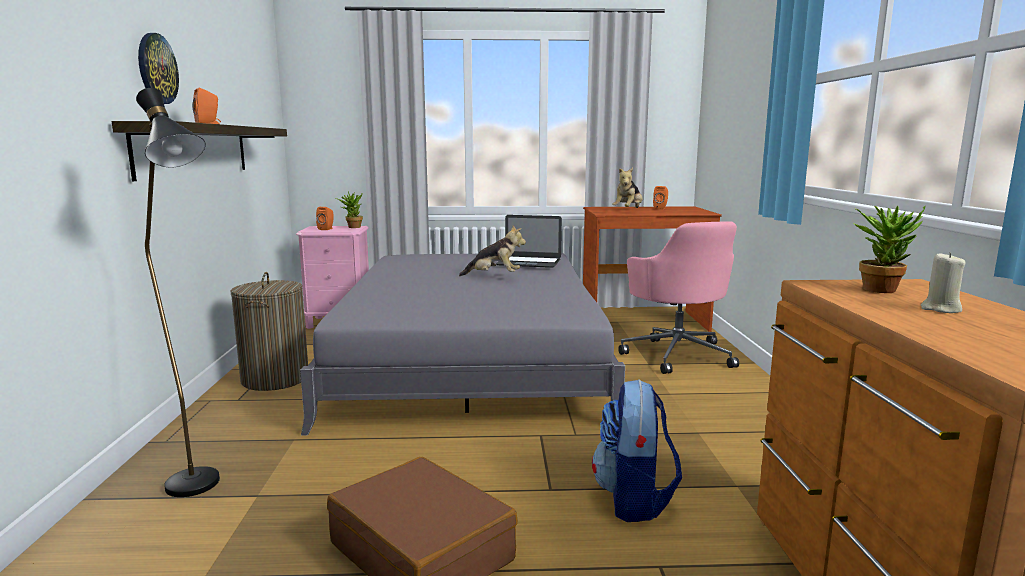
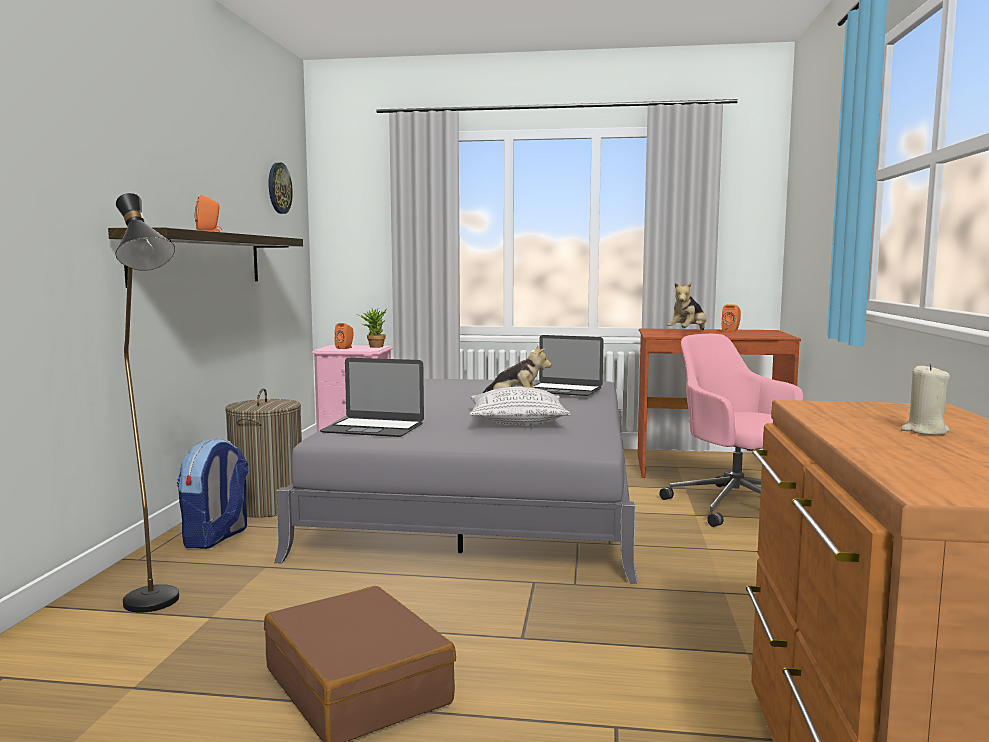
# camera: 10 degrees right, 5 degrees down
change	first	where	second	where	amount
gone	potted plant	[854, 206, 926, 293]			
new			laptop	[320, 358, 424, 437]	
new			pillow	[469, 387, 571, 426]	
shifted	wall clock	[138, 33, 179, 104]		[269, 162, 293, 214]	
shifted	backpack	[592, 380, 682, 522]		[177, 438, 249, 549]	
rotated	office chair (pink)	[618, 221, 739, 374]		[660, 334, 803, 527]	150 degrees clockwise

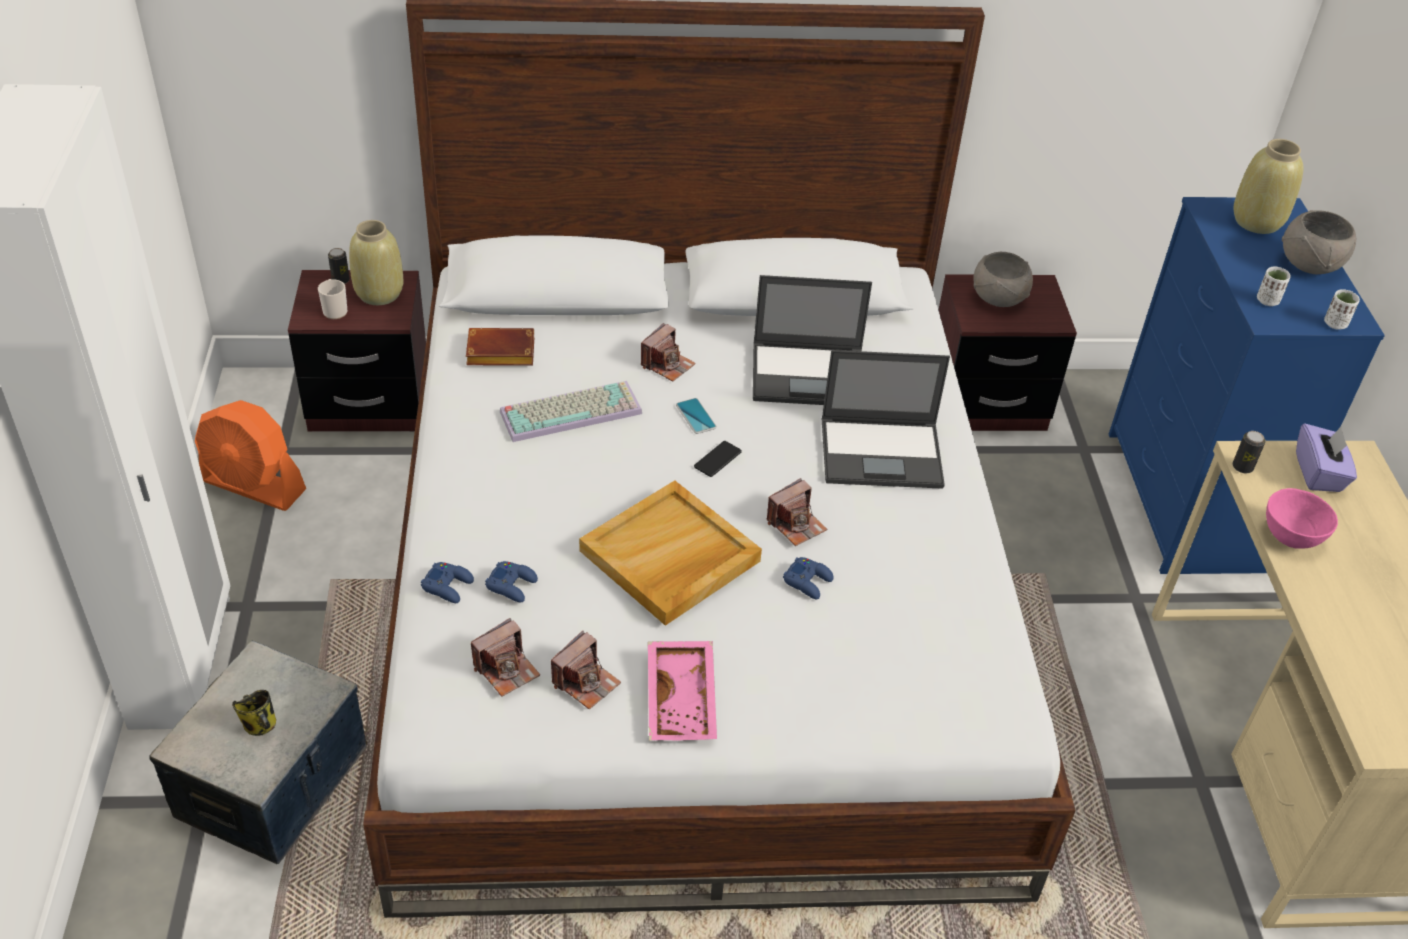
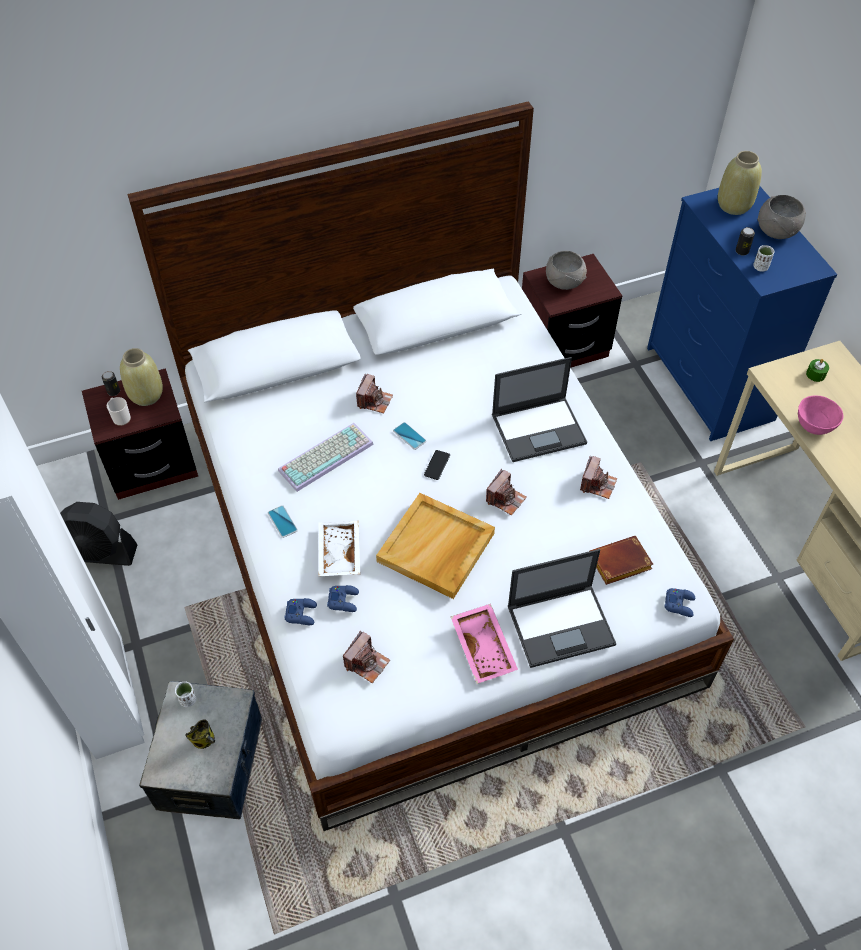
# camera: 15 degrees left, 10 degrees up
change	first	where	second	where	amount
new			phone	[268, 505, 298, 538]	
new			tray (white)	[318, 521, 360, 576]	
shifted	book (brown)	[466, 328, 534, 366]		[590, 536, 653, 585]	
shifted	photo camera	[551, 631, 621, 709]		[580, 456, 617, 499]	
shifted	laptop	[753, 275, 872, 405]		[508, 549, 616, 668]	
shifted	game controller (blue)	[783, 557, 834, 599]		[664, 588, 695, 617]	
shifted	can	[1232, 431, 1266, 473]		[736, 227, 755, 255]	
shifted	cup (white)	[1324, 289, 1360, 330]		[175, 682, 196, 707]	
swapped	tissue box (purple)	[1296, 423, 1357, 492]	candle (green)	[806, 359, 829, 382]	
repainted	fan (orange)	[195, 400, 306, 511]	fan (black)	[60, 502, 138, 566]	

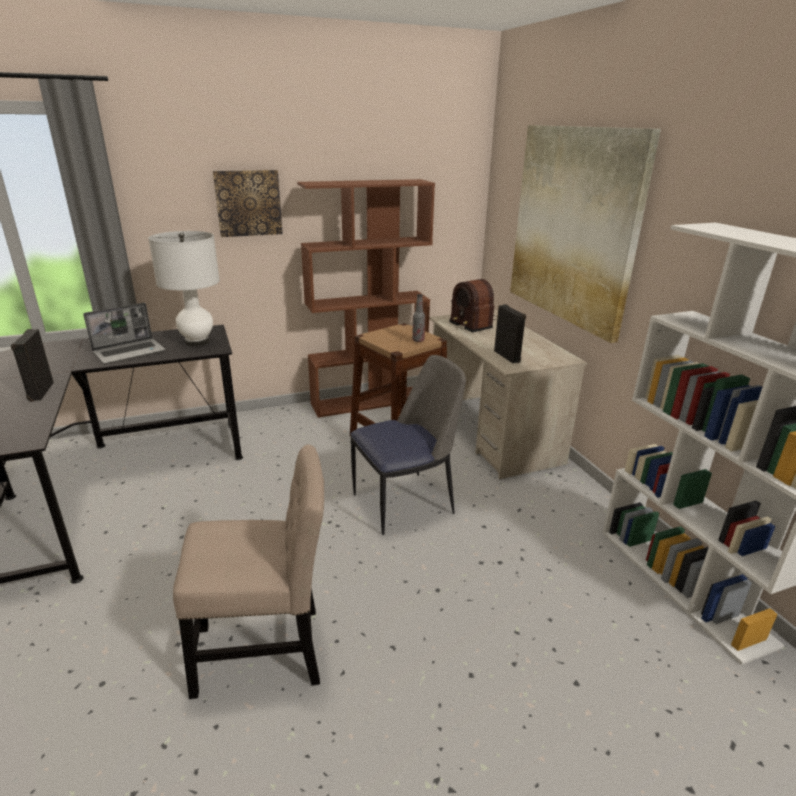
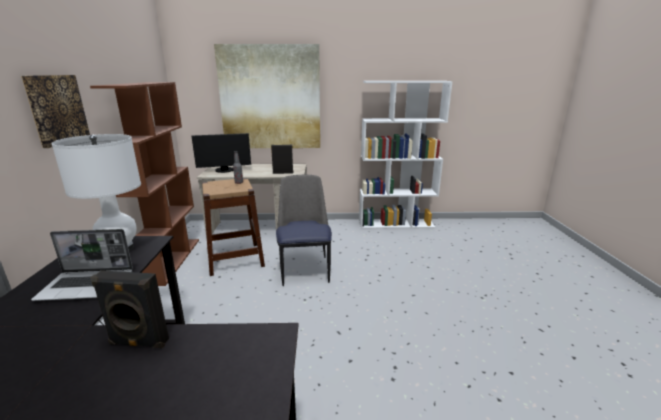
# camera: 70 degrees left, 5 degrees down
change	first	where	second	where	amount
gone	chair (beige)	[173, 444, 324, 699]			
swapped	radio	[449, 279, 498, 332]	monitor	[192, 133, 251, 173]	
rotated	laptop	[83, 303, 166, 364]		[31, 229, 133, 301]	105 degrees clockwise

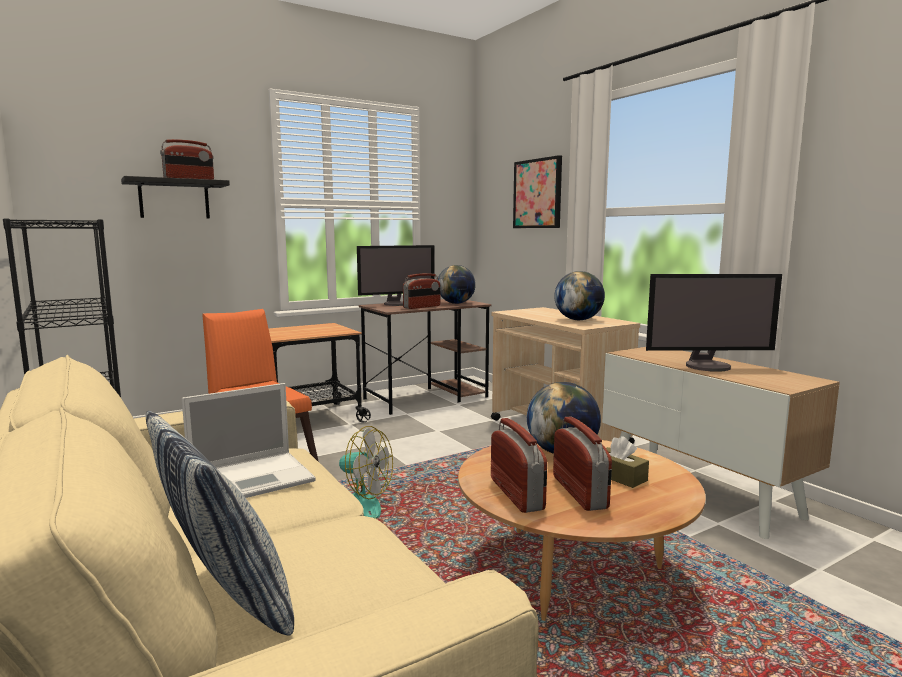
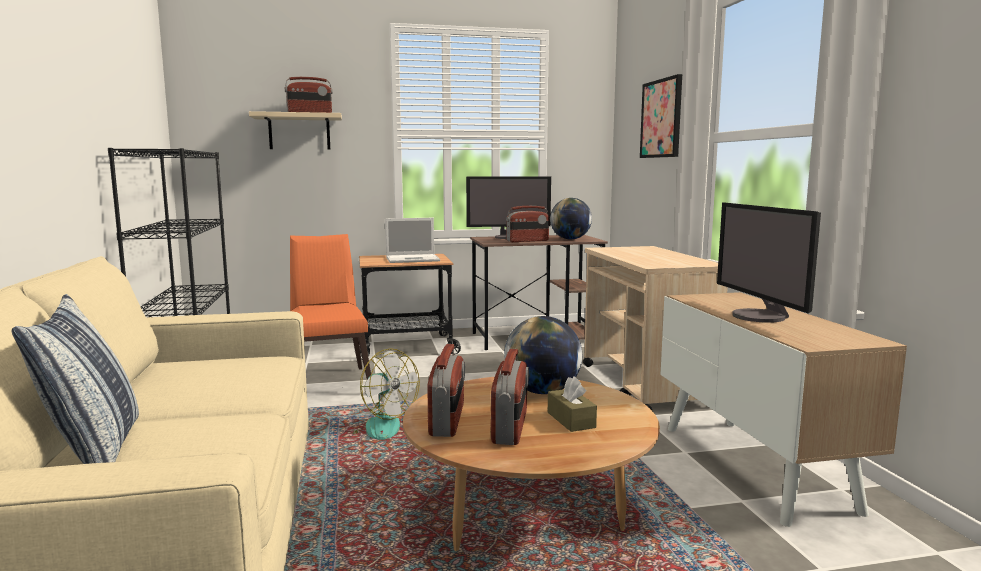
# camera: 20 degrees right, 0 degrees up
change	first	where	second	where	amount
gone	globe	[554, 271, 605, 320]			
shifted	laptop	[182, 383, 316, 498]		[385, 218, 440, 263]	
repainted	shelf (black)	[121, 176, 230, 218]	shelf (beige)	[249, 111, 342, 149]	
rotated	monitor	[646, 274, 782, 372]		[717, 202, 821, 323]	60 degrees clockwise

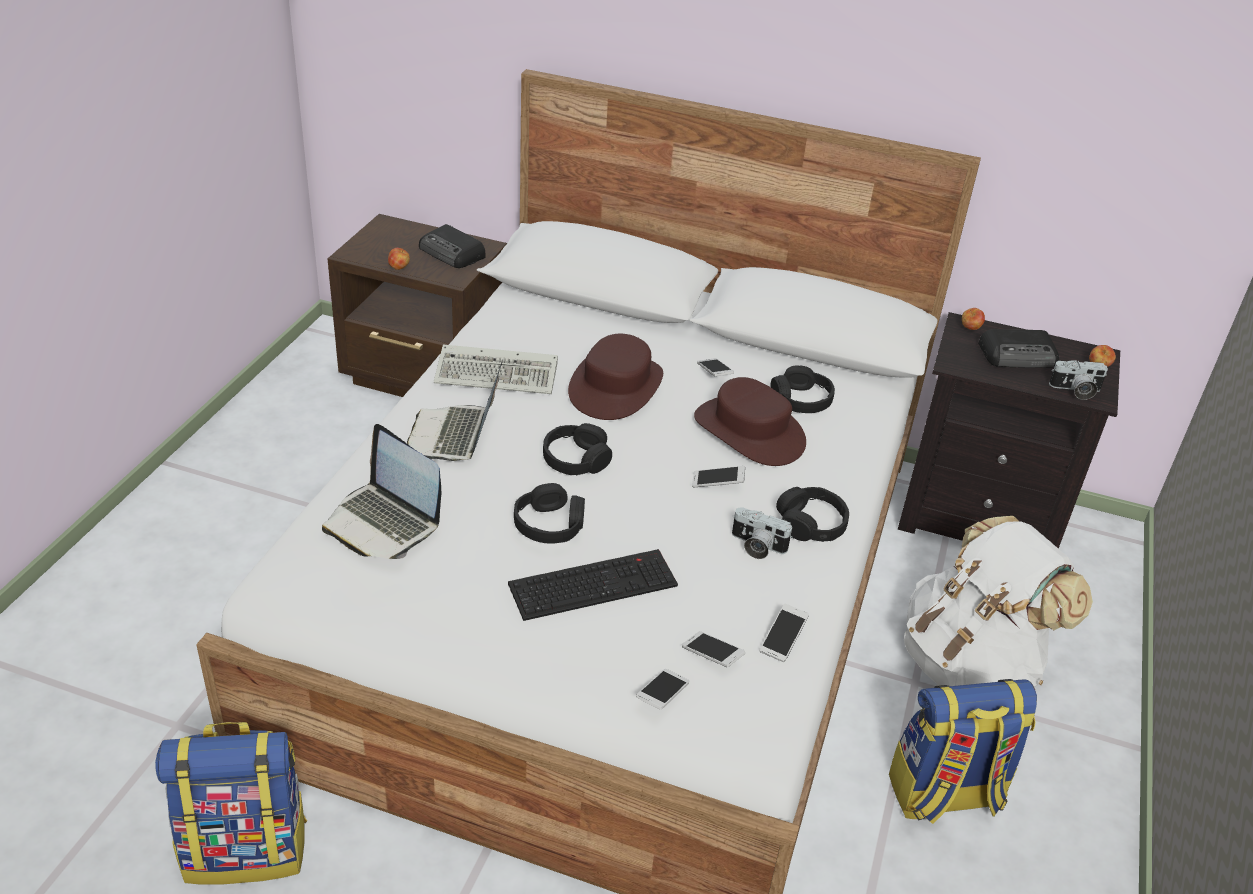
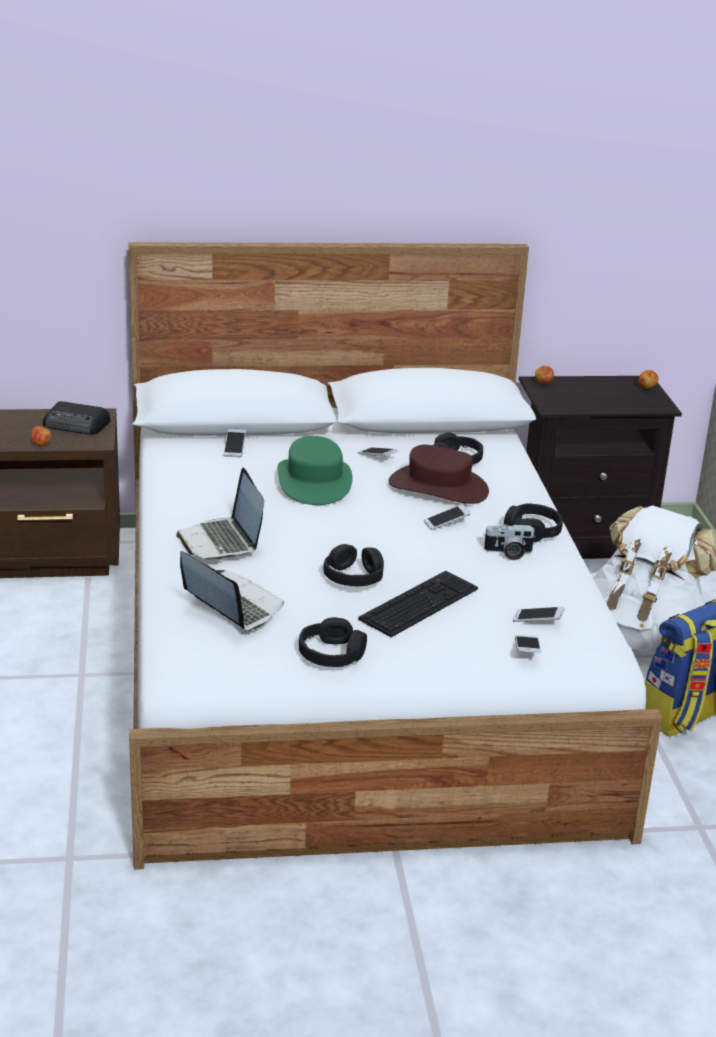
# camera: 25 degrees left, 10 degrees down
change	first	where	second	where	amount
gone	backpack	[155, 722, 307, 885]			
gone	keyboard	[434, 345, 558, 394]			
gone	radio	[978, 329, 1059, 368]			
gone	photo camera	[1049, 360, 1108, 400]			
shifted	headphones (black)	[543, 423, 612, 475]		[299, 617, 367, 667]	
shifted	phone	[760, 603, 809, 662]		[223, 429, 246, 457]	
repainted	hat (brown)	[568, 334, 663, 420]	hat (green)	[278, 436, 352, 505]	
rotated	laptop	[322, 424, 441, 559]		[180, 551, 284, 631]	150 degrees counterclockwise

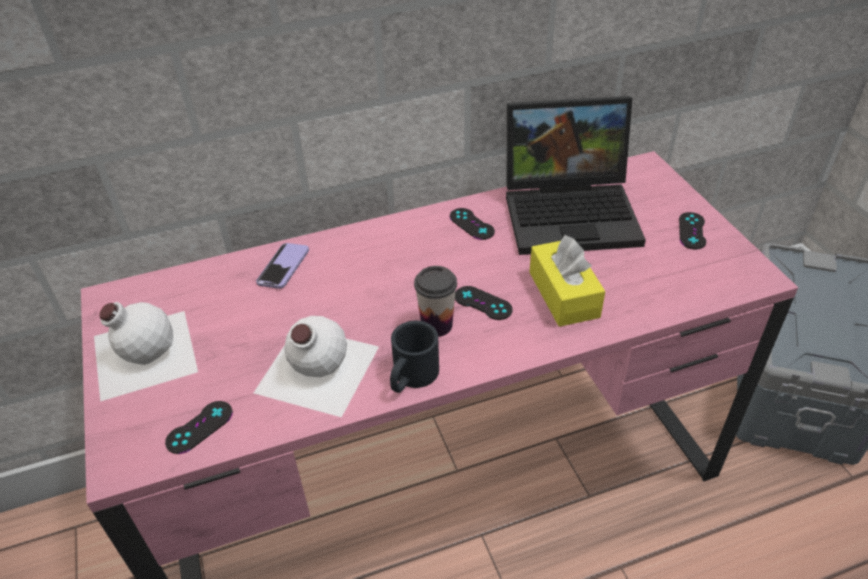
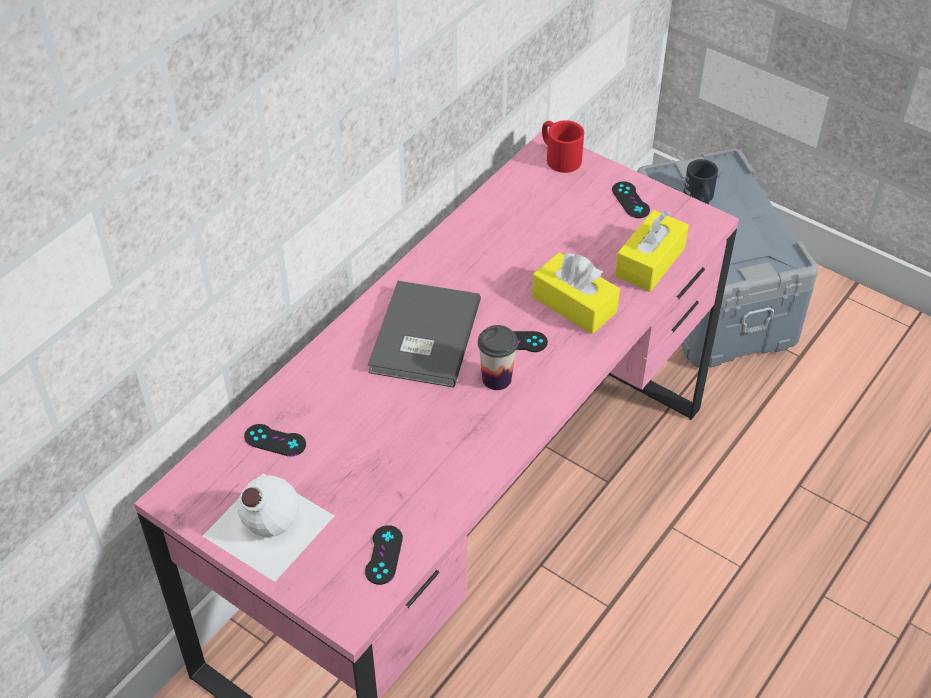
# camera: 35 degrees left, 5 degrees up
change	first	where	second	where	amount
gone	bottle (white)	[254, 316, 379, 417]			
gone	phone	[256, 243, 309, 289]			
gone	laptop	[506, 96, 646, 255]			
new			book (grey)	[368, 281, 481, 388]	
new			mug (red)	[542, 120, 584, 173]	
new			tissue box (yellow)	[615, 210, 689, 292]	
shifted	mug (black)	[390, 321, 439, 393]		[683, 159, 718, 204]	
shifted	game controller (black)	[450, 208, 495, 240]		[244, 424, 306, 457]	

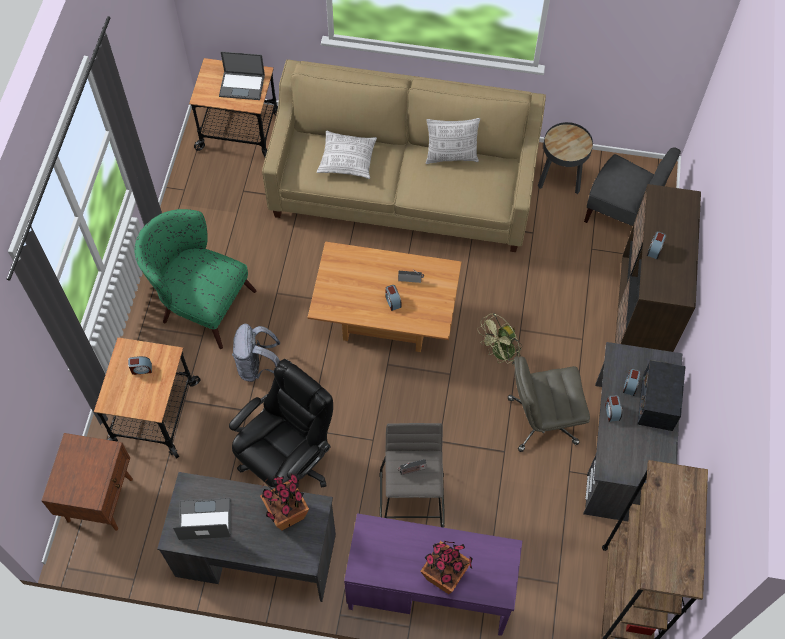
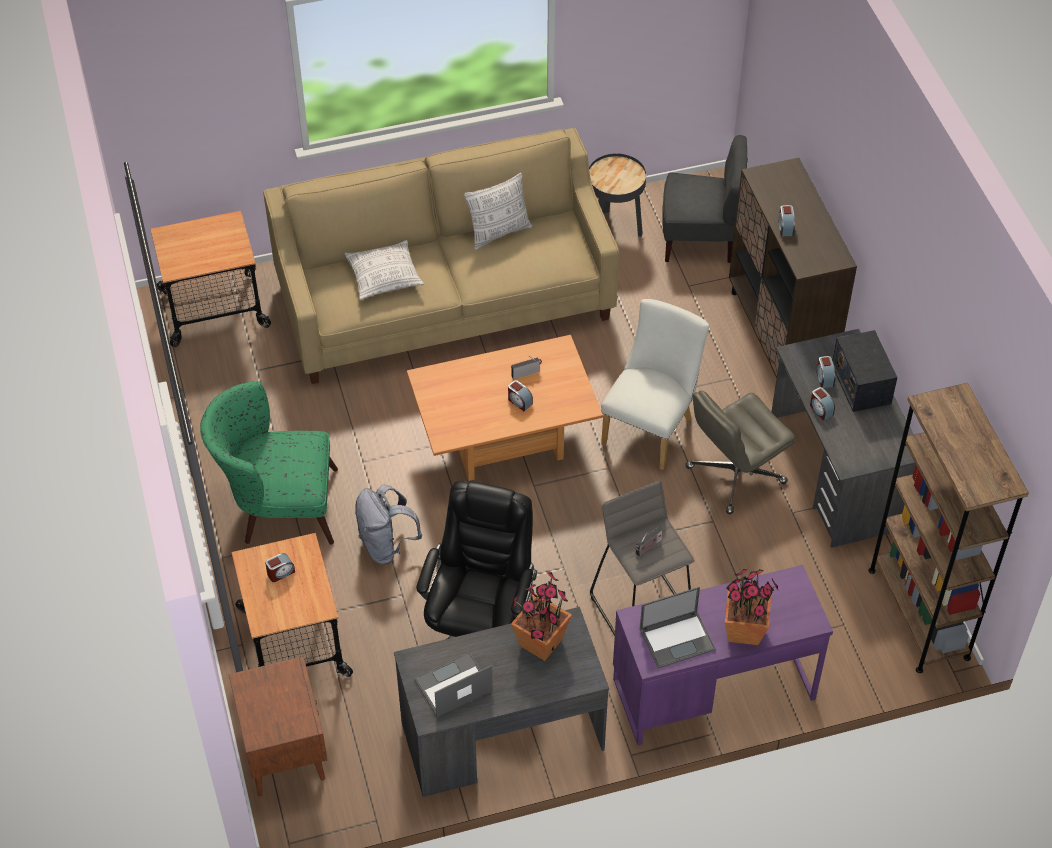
# camera: 25 degrees left, 10 degrees down
change	first	where	second	where	amount
shifted	laptop	[219, 52, 265, 100]		[640, 587, 716, 669]	
swapped	fan (green)	[477, 313, 522, 364]	chair (white)	[601, 299, 709, 470]	

